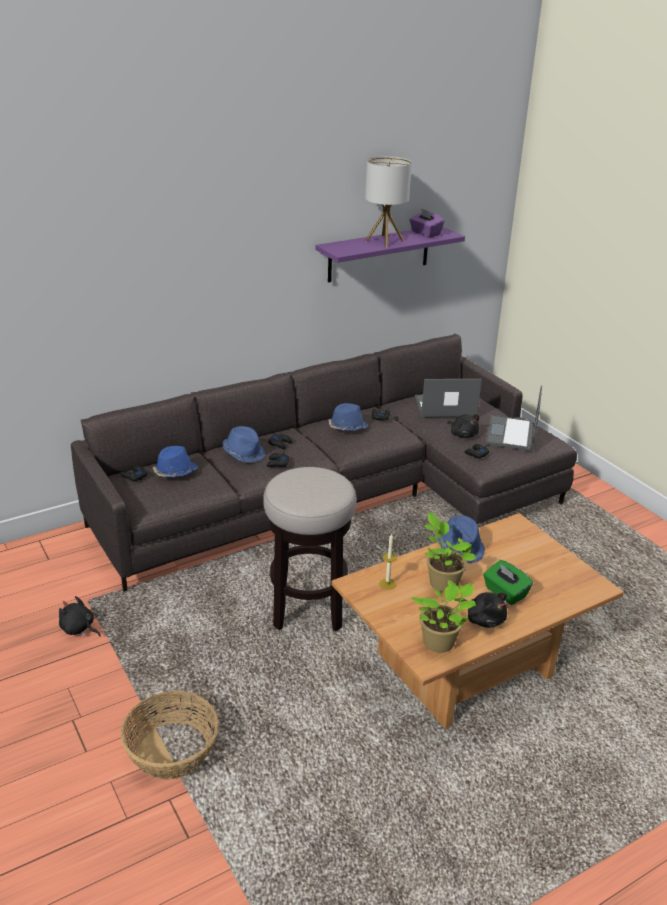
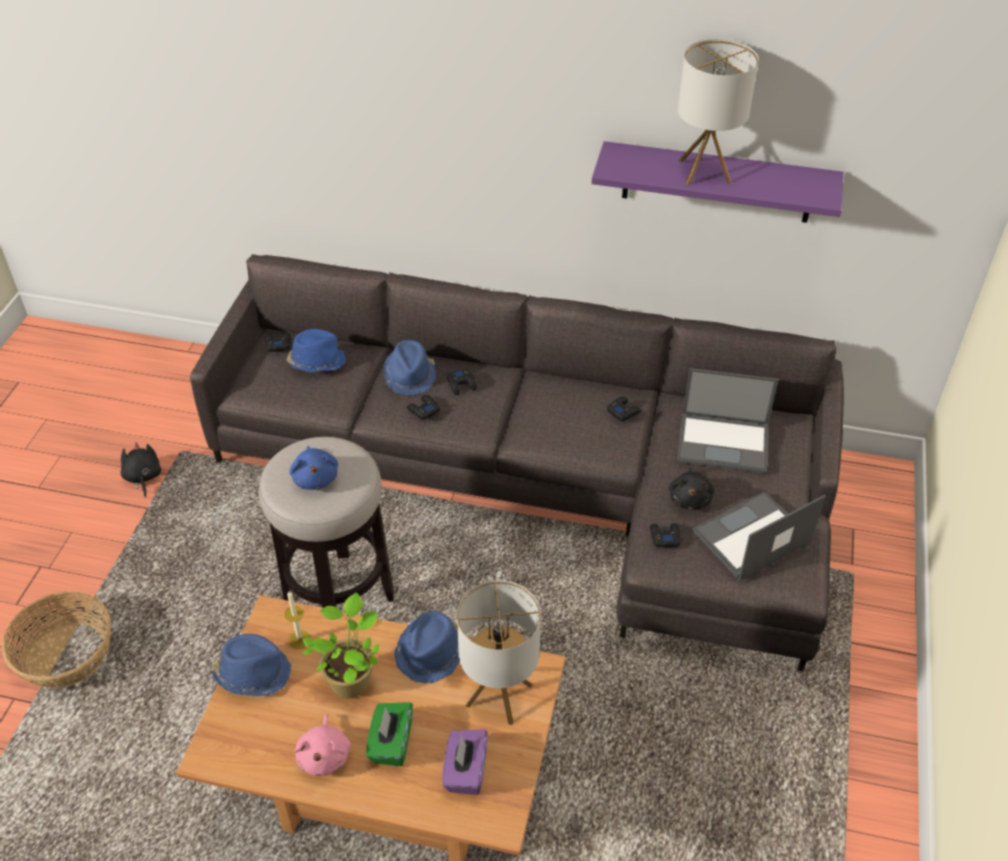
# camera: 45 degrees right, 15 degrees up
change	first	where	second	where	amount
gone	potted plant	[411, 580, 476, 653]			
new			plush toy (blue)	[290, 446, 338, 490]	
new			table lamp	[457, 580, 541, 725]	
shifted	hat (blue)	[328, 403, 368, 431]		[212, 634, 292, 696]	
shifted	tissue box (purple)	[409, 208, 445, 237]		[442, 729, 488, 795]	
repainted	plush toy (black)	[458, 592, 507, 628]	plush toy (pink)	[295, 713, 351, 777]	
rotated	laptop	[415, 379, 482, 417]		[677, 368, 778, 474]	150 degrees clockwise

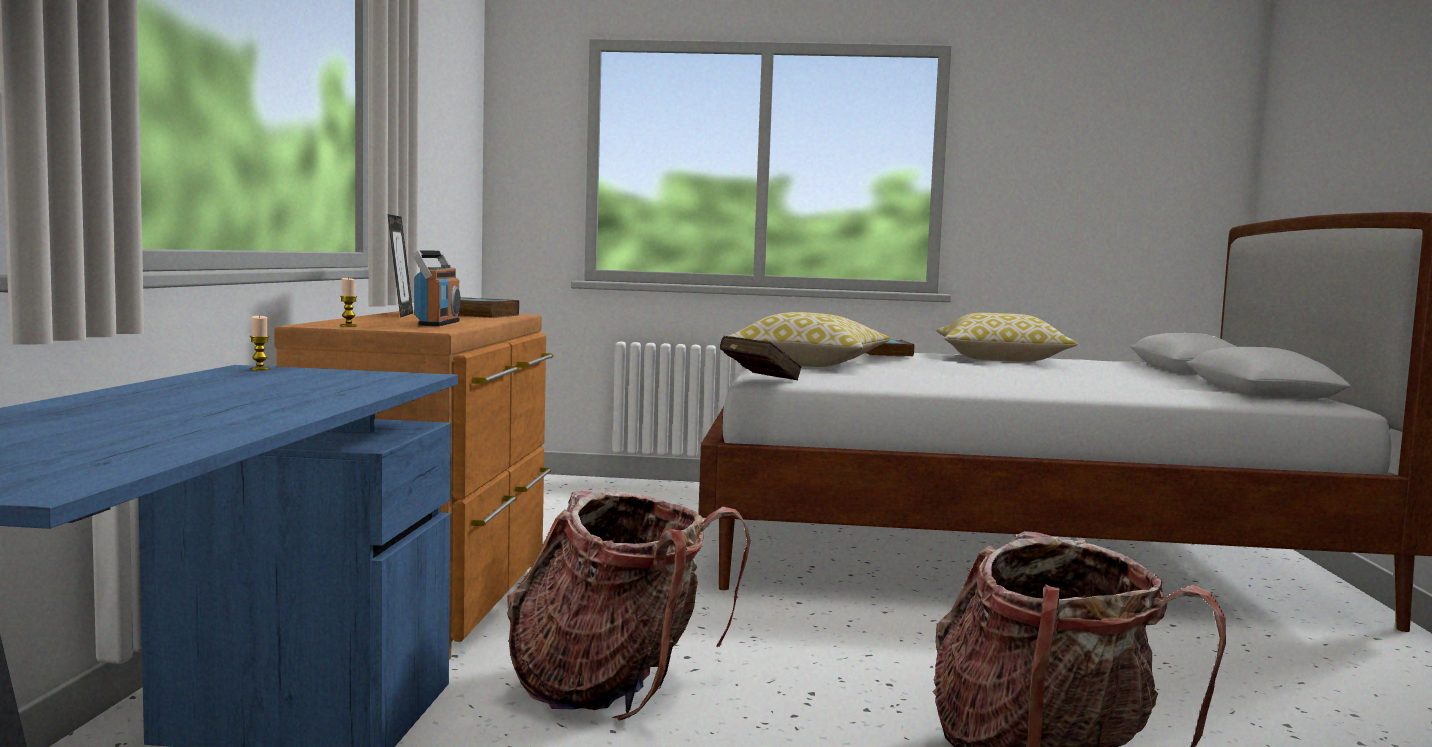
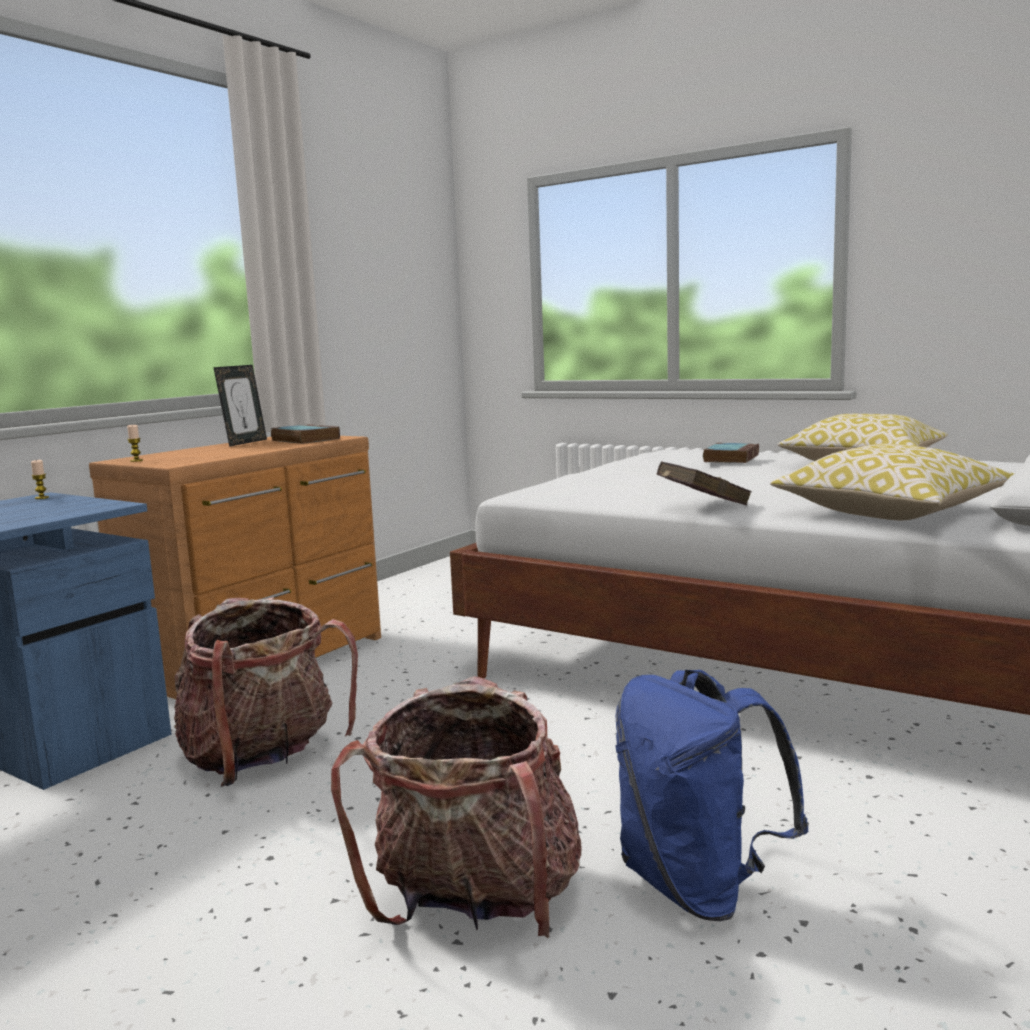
# camera: 30 degrees right, 5 degrees up
change	first	where	second	where	amount
gone	radio	[412, 250, 461, 326]			
new			backpack (blue)	[615, 669, 809, 921]	
shifted	book (red)	[720, 336, 802, 380]		[656, 461, 752, 505]	
shifted	pillow	[729, 312, 890, 367]		[770, 444, 1014, 520]	

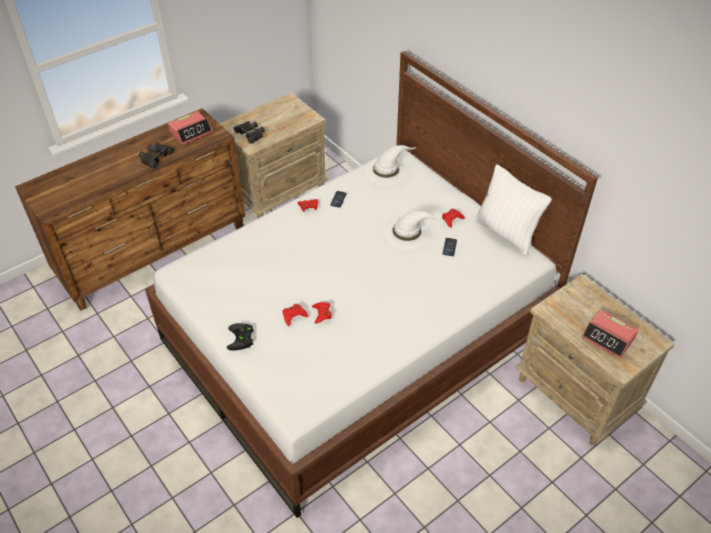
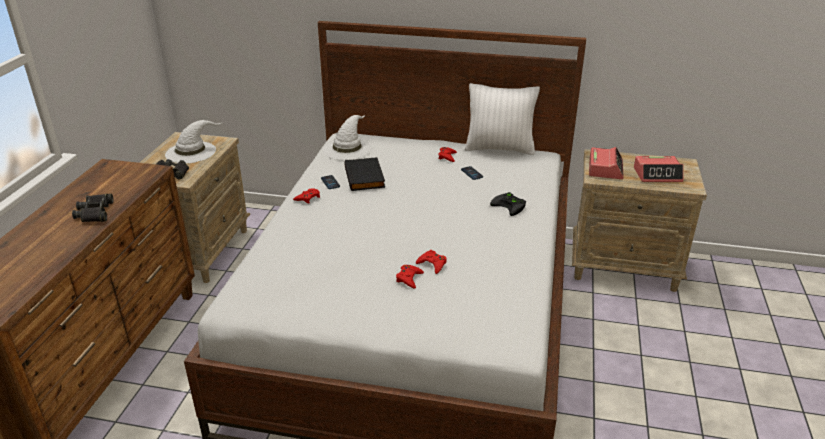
# camera: 40 degrees left, 15 degrees down
change	first	where	second	where	amount
new			book (black)	[344, 157, 385, 191]	
shifted	alarm clock	[168, 111, 213, 145]		[589, 147, 624, 179]	
shifted	game controller (black)	[227, 323, 254, 350]		[490, 192, 526, 216]	
shifted	hat (white)	[383, 211, 443, 250]		[165, 120, 221, 163]	

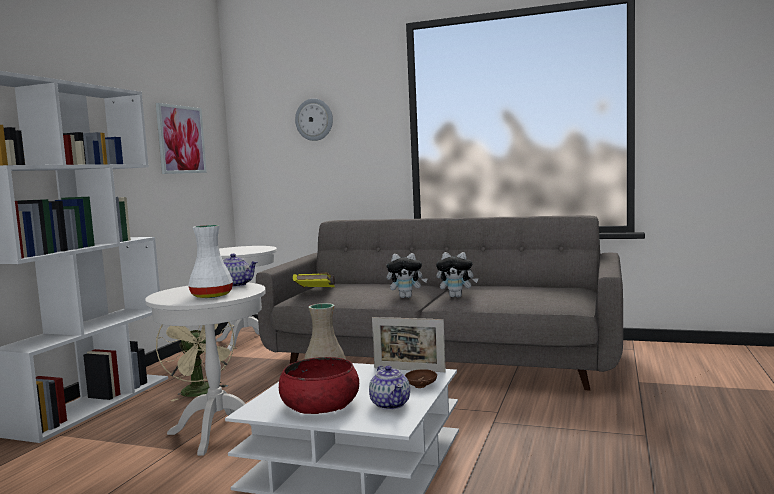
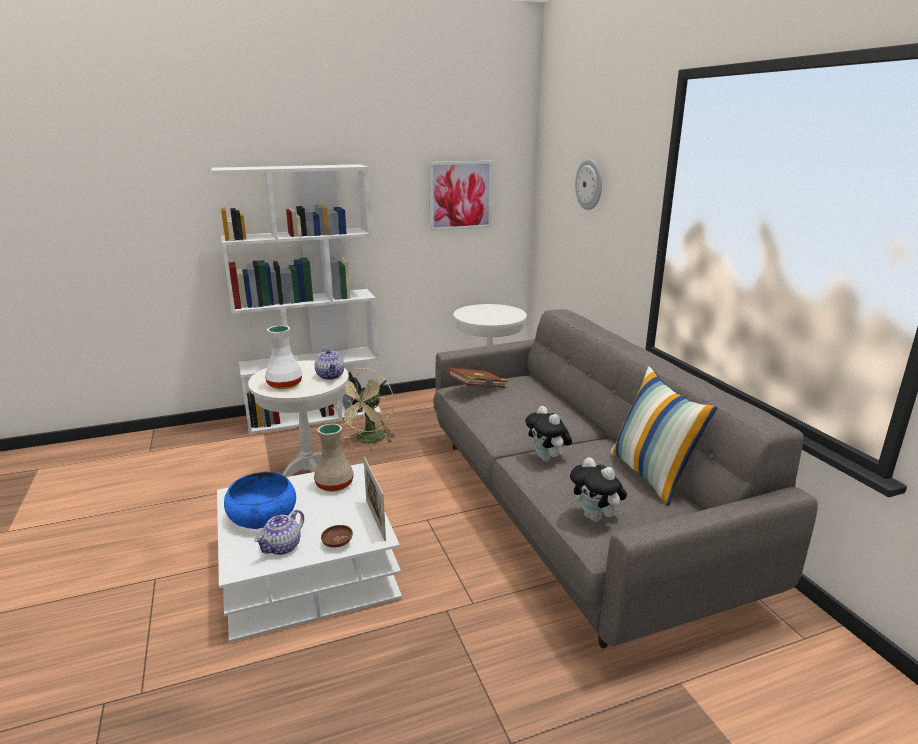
# camera: 50 degrees right, 15 degrees up
change	first	where	second	where	amount
new			pillow	[610, 366, 717, 506]	
shifted	plush toy	[386, 253, 428, 298]		[570, 457, 627, 522]	
repainted	bowl (red)	[279, 357, 359, 414]	bowl (blue)	[224, 472, 296, 529]	
repainted	book (yellow)	[293, 272, 335, 287]	book (brown)	[446, 368, 508, 388]	

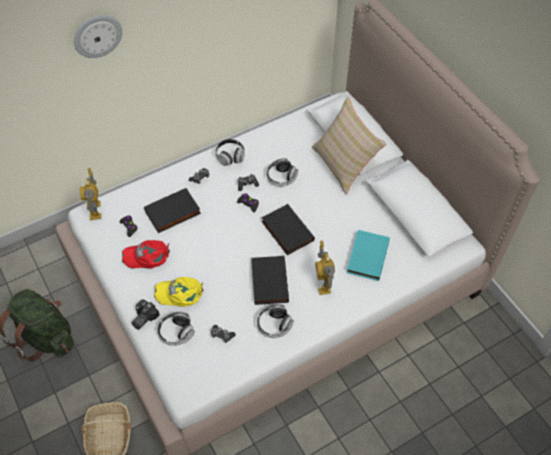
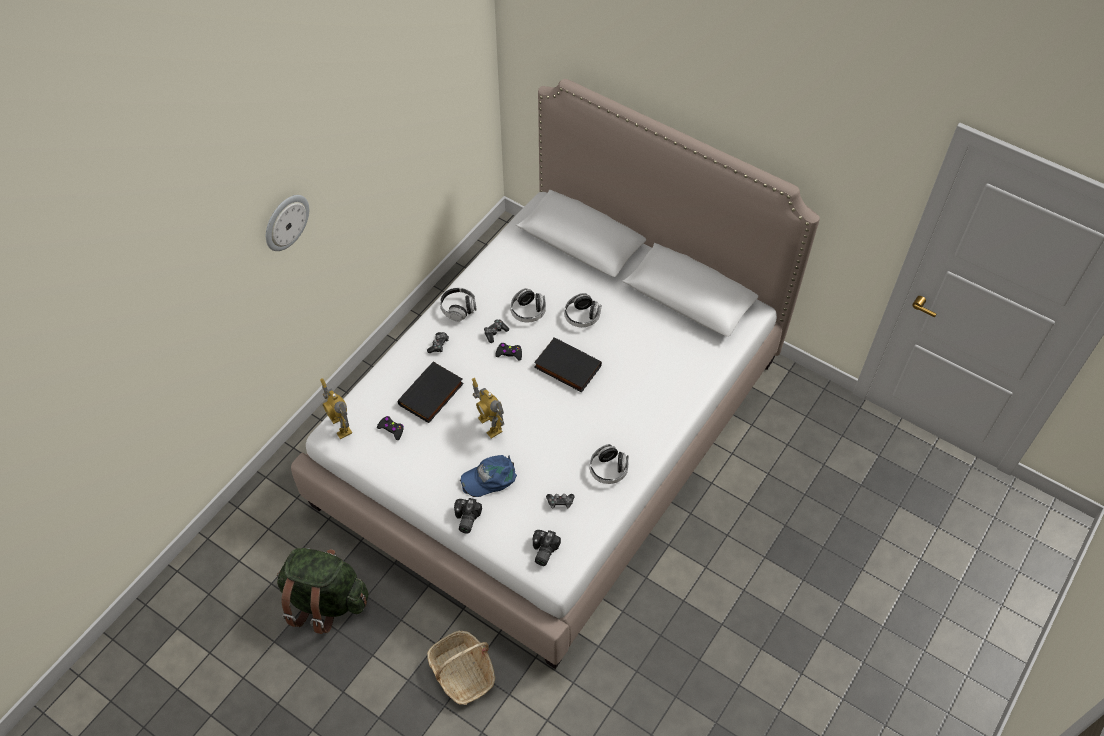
# camera: 25 degrees left, 0 degrees up
change	first	where	second	where	amount
gone	cap (red)	[122, 240, 170, 268]			
gone	book (black)	[251, 256, 289, 305]			
gone	pillow (beige)	[312, 97, 387, 195]			
gone	book (turquoise)	[346, 230, 390, 281]			
new			photo camera	[533, 530, 561, 566]	
shifted	headphones	[157, 312, 195, 346]		[564, 293, 601, 327]	
shifted	toy robot	[315, 240, 335, 295]		[472, 378, 504, 438]	
repainted	cap (yellow)	[154, 277, 204, 307]	cap (blue)	[460, 455, 517, 497]	

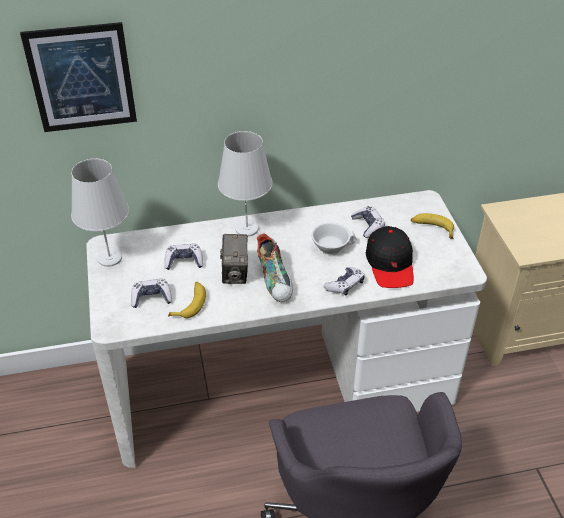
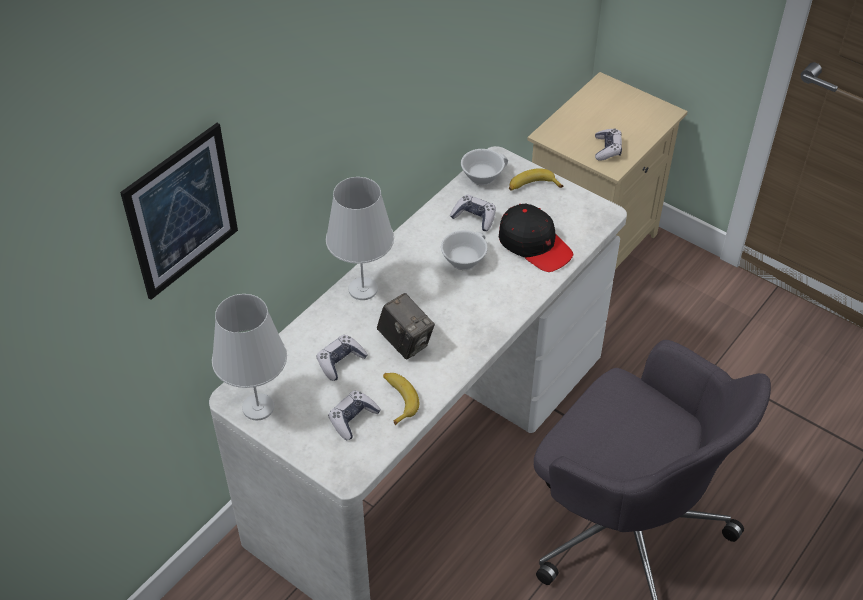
# camera: 40 degrees left, 5 degrees up
change	first	where	second	where	amount
gone	shoe	[257, 234, 293, 302]			
new			cup (white)	[461, 149, 508, 186]	
shifted	game controller	[323, 267, 365, 296]		[595, 128, 622, 161]	

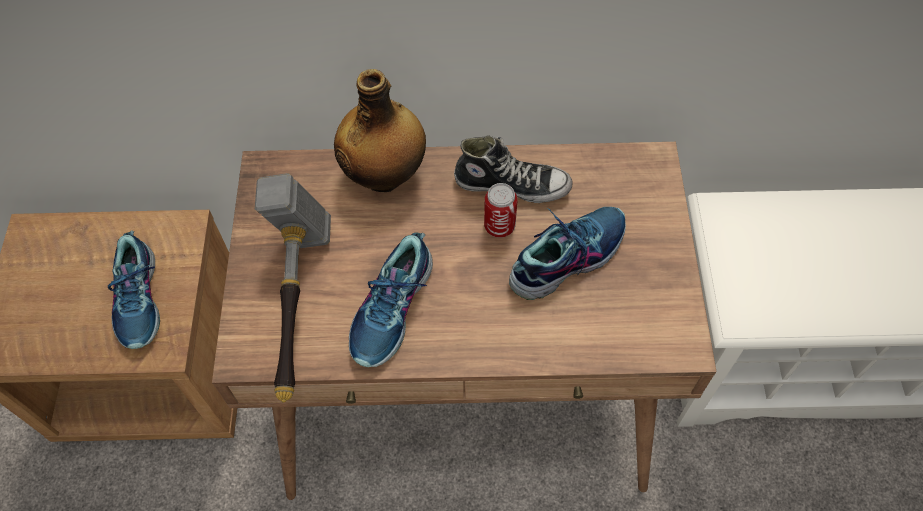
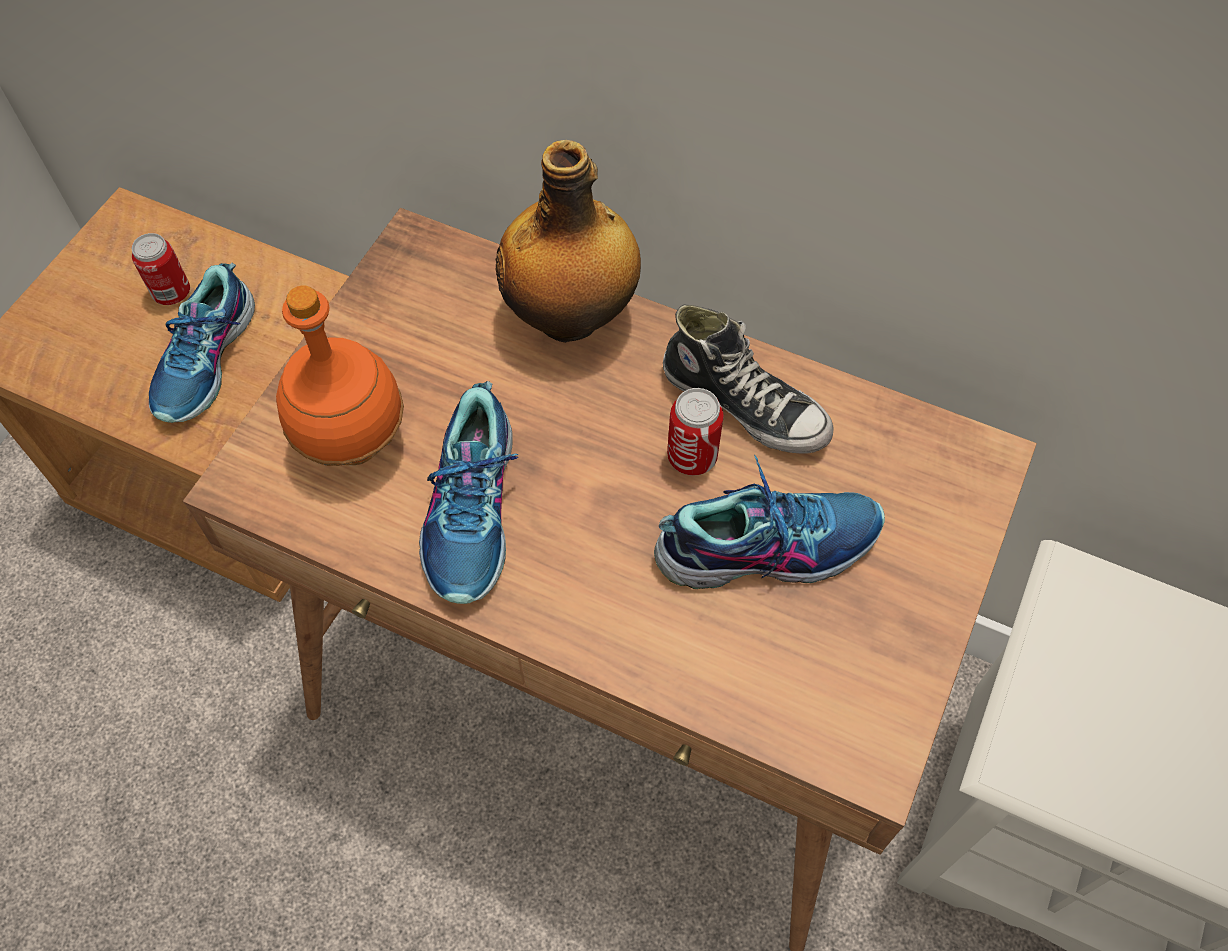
# camera: 25 degrees right, 0 degrees up
change	first	where	second	where	amount
new			can	[132, 233, 190, 305]	
swapped	hammer	[255, 173, 331, 403]	bottle (orange)	[276, 285, 404, 466]	
rotated	shoe	[349, 233, 433, 367]		[419, 381, 518, 604]	45 degrees counterclockwise

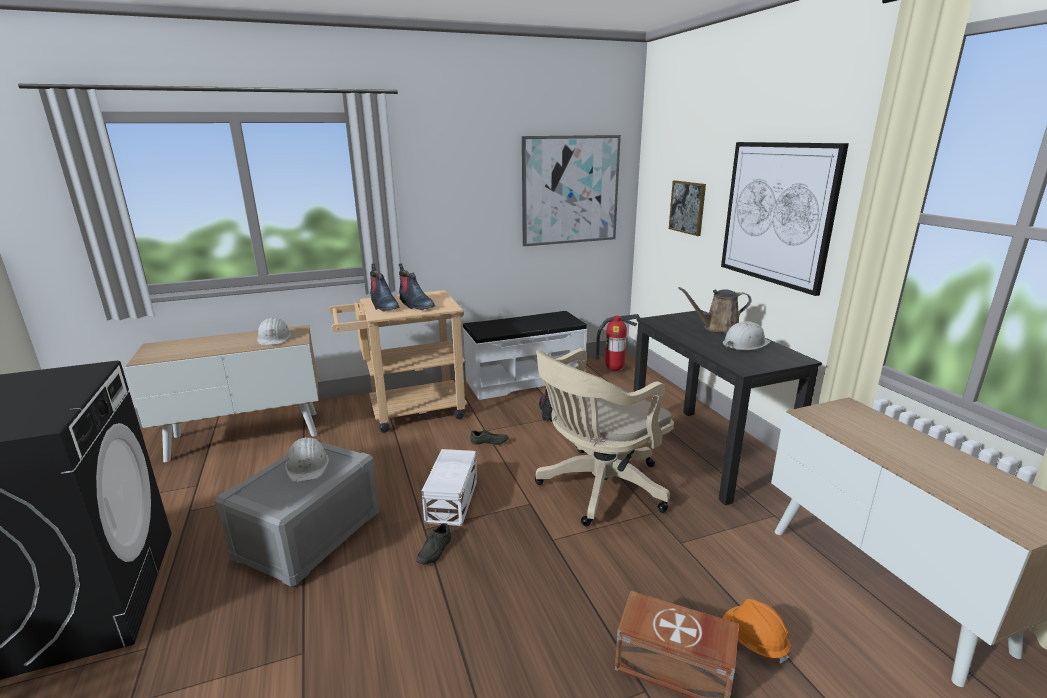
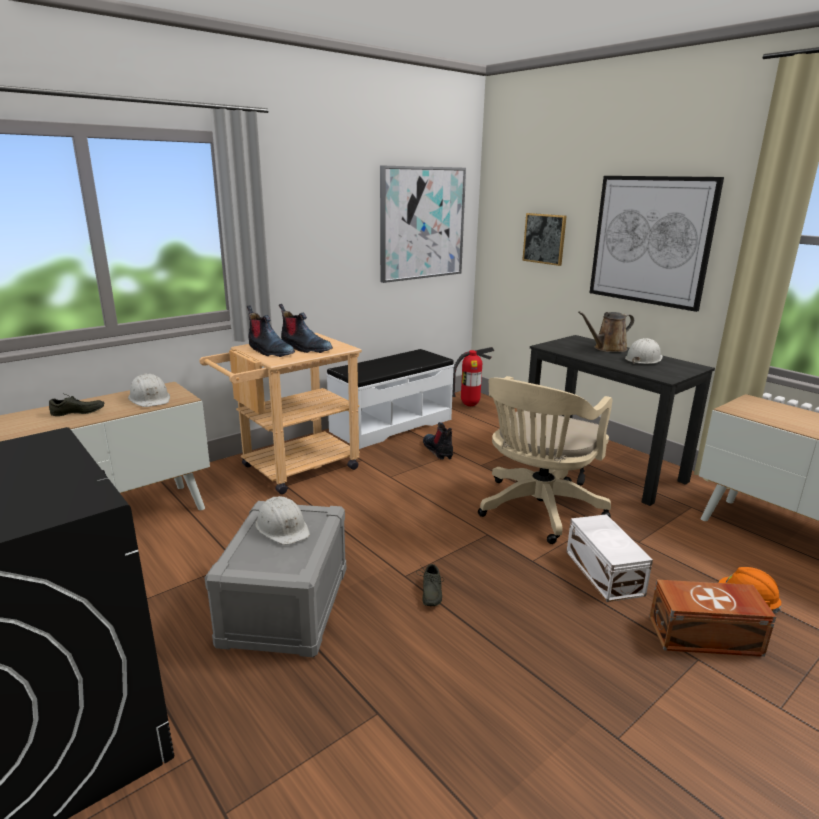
# camera: 20 degrees left, 0 degrees up
change	first	where	second	where	amount
shifted	storage box (white)	[421, 449, 477, 526]		[567, 514, 653, 602]	
shifted	shoe (grey)	[470, 430, 509, 445]		[49, 394, 104, 416]	

